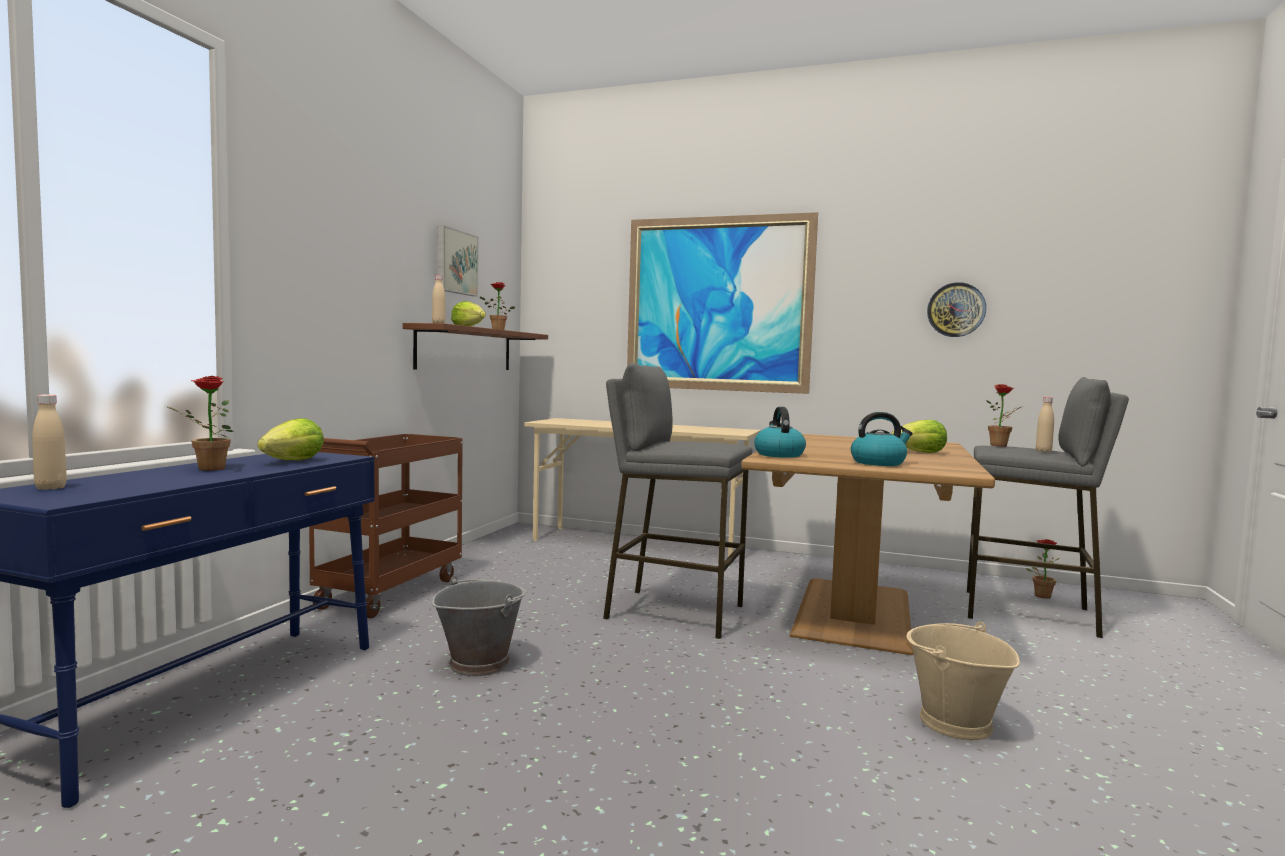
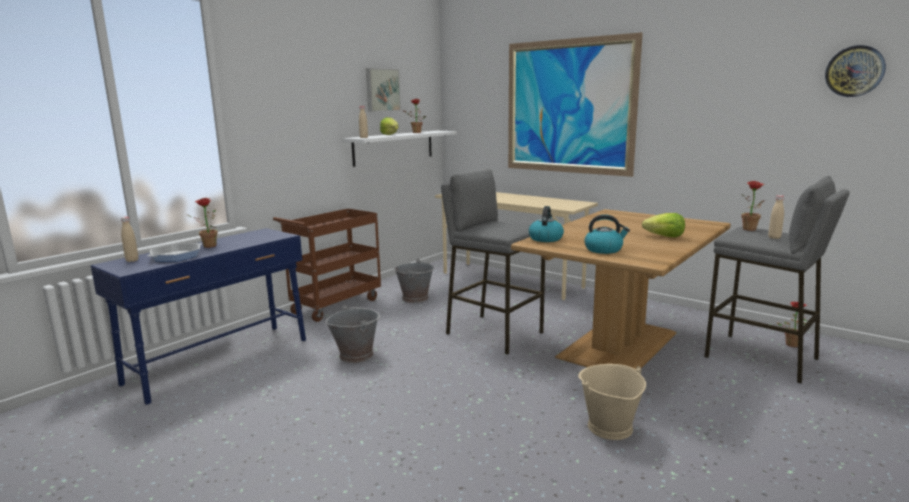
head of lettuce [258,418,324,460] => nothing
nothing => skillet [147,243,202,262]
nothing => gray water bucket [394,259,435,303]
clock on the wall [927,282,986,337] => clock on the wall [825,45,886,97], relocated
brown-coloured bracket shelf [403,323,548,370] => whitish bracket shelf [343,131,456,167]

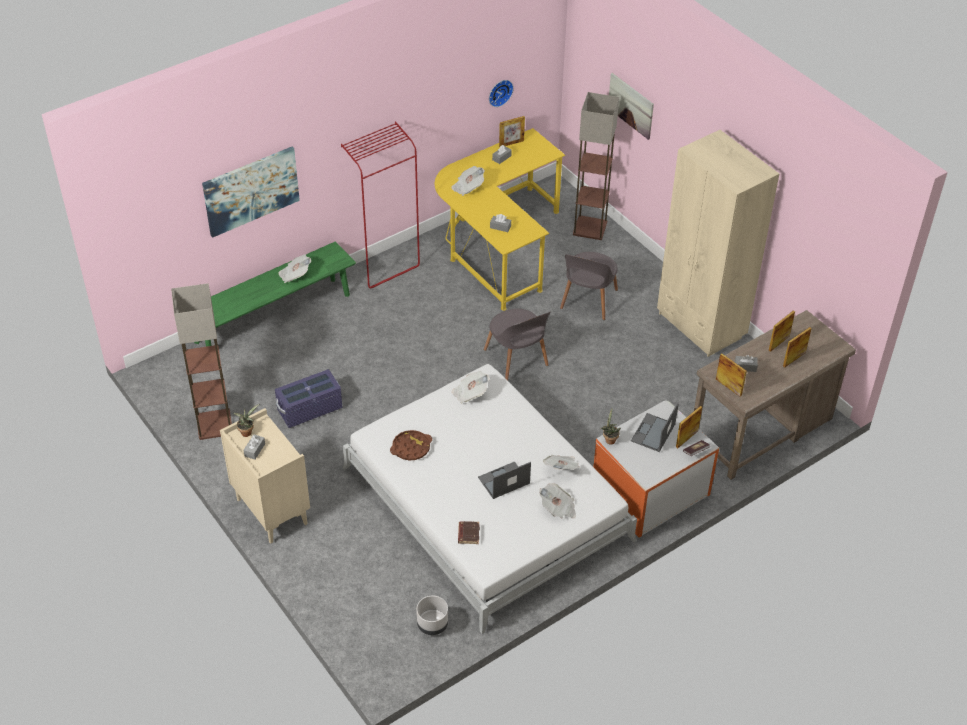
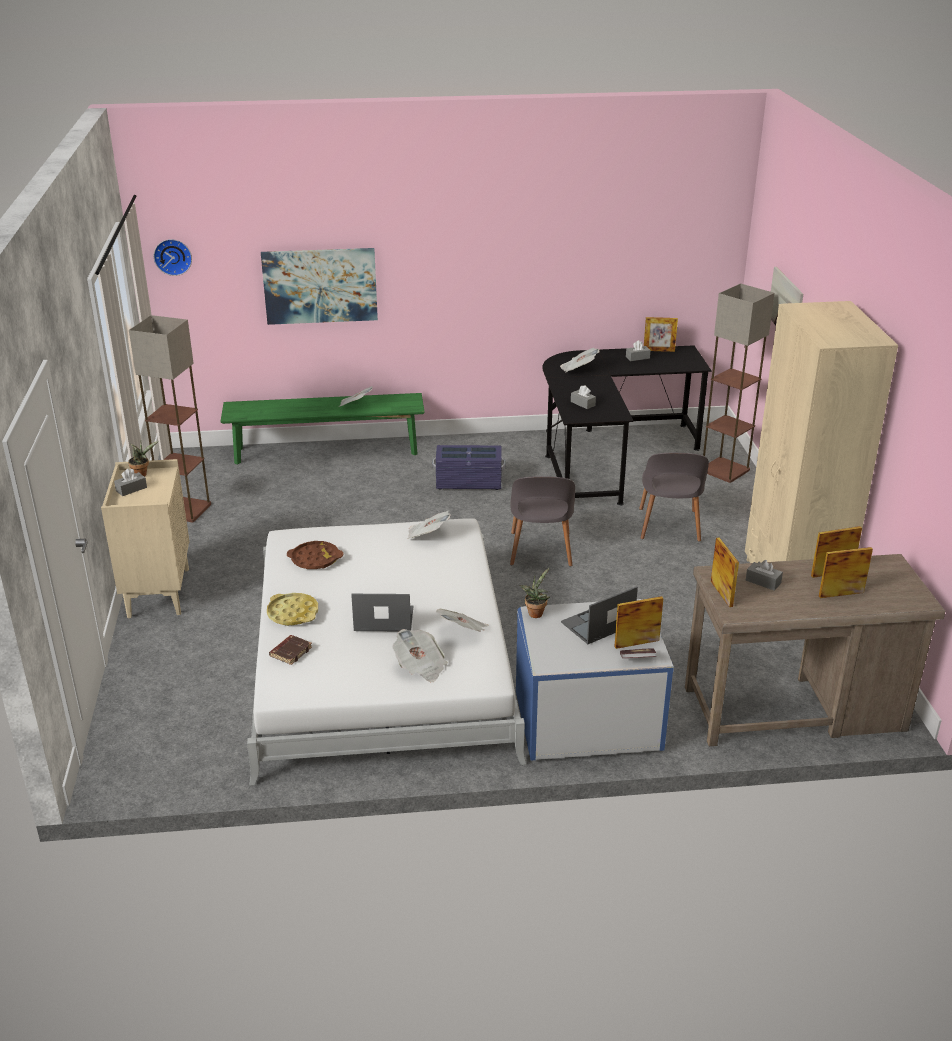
red-coloured clothes rack [341,121,420,289] => nothing
gray flower pot [416,596,448,635] => nothing
nothing => yellowish tray [267,593,318,626]
purple storage bin [275,369,342,428] => purple storage bin [432,445,506,490], relocated
clock on the wall [489,80,514,107] => clock on the wall [154,239,192,276], relocated
yellowish desk unit [435,128,565,311] => black-coloured desk unit [542,345,712,506]
orangey bedside table [593,401,719,538] => blue-coloured bedside table [516,599,674,761]
gray chair [560,252,618,320] => gray chair [639,453,709,542], 45 degrees counterclockwise

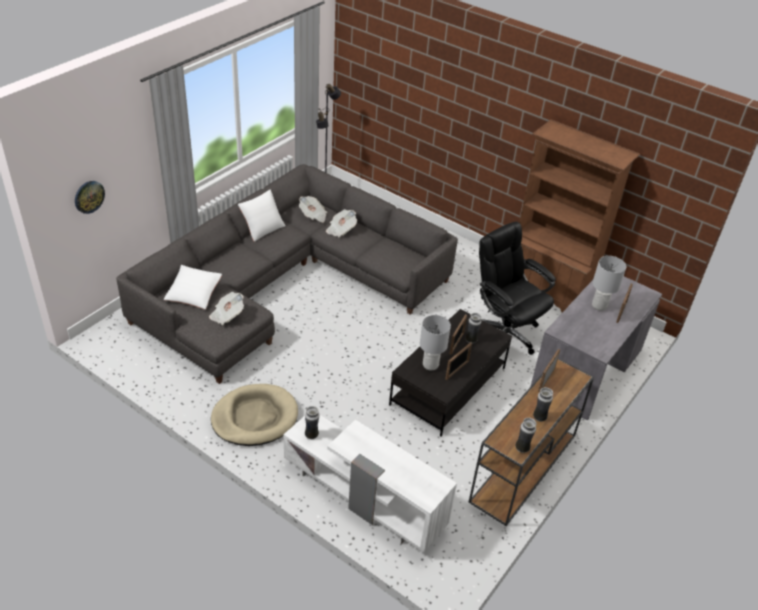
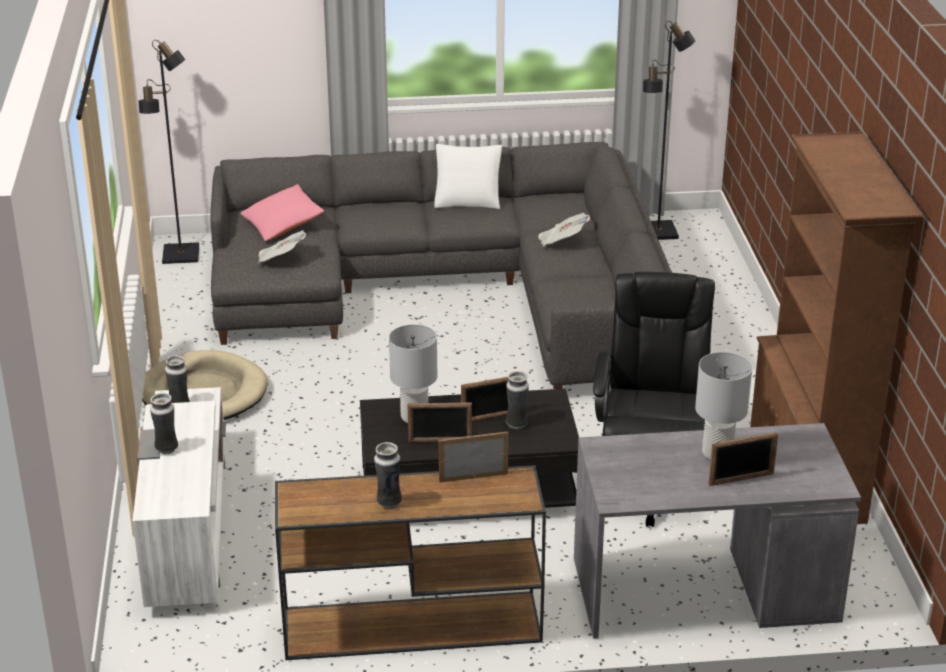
clock on the wall [75,181,105,214] => nothing
printed paper [299,196,327,223] => nothing
nothing => black-coloured standard lamp [138,40,199,264]
vase [515,418,537,453] => vase [150,393,178,454], relocated
whitish throw pillow [163,265,222,310] => pink-coloured throw pillow [240,184,324,241]

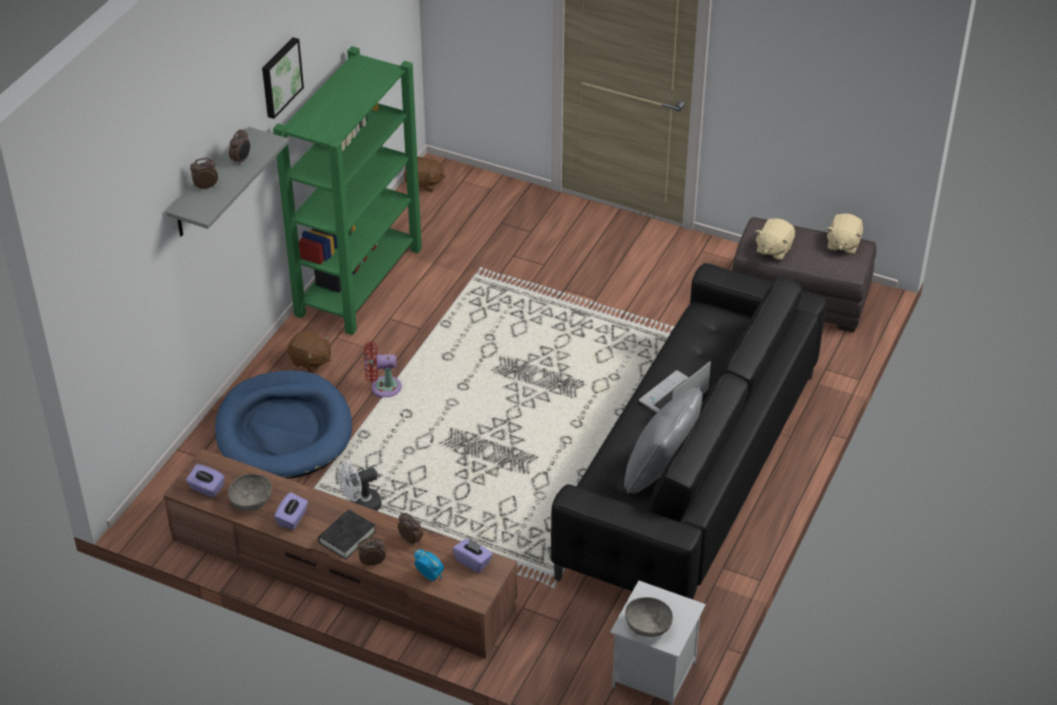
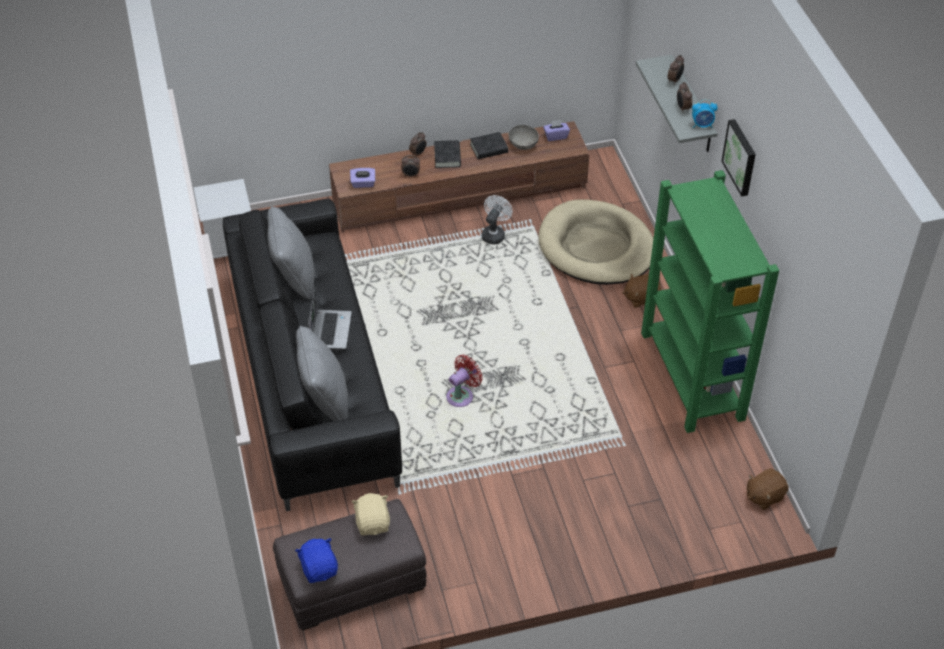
gray serving bowl [625,597,673,637] => nothing
nothing => gray throw pillow [296,326,348,421]
red-coloured electric fan [364,342,402,398] => red-coloured electric fan [446,355,483,407], relocated
alarm clock [414,549,444,581] => alarm clock [692,99,718,128], relocated
purple tissue box [274,492,308,530] => black-coloured book [470,132,508,159]
blue-coloured dog cushion [215,371,352,479] => beige dog cushion [538,200,654,285]
beige soft toy [826,213,863,255] => blue-coloured soft toy [295,538,338,583]

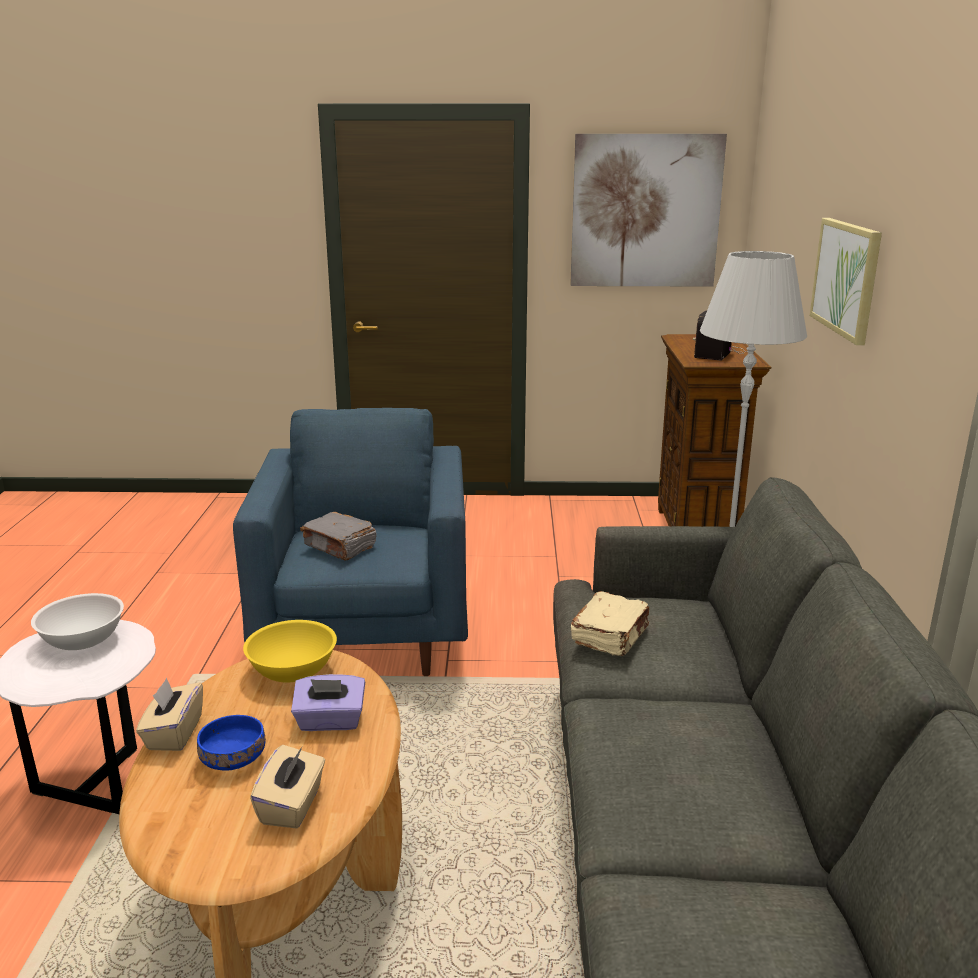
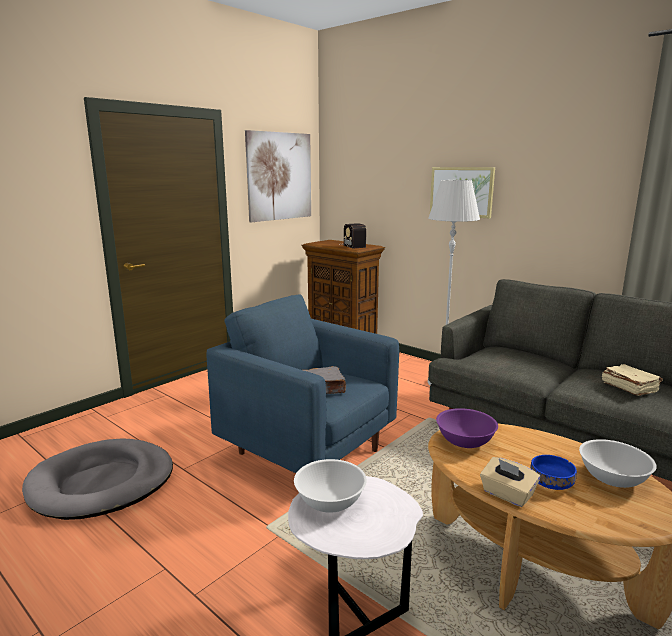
purple tissue box [291,674,365,731] => nothing
nothing => gray dog cushion [22,438,173,520]
beige book [571,591,649,656] => beige book [602,364,663,396], relocated
beige tissue box [250,745,325,828] => whitish serving bowl [579,439,657,488]
yellowish serving bowl [243,620,337,683] => purple serving bowl [436,408,498,448]

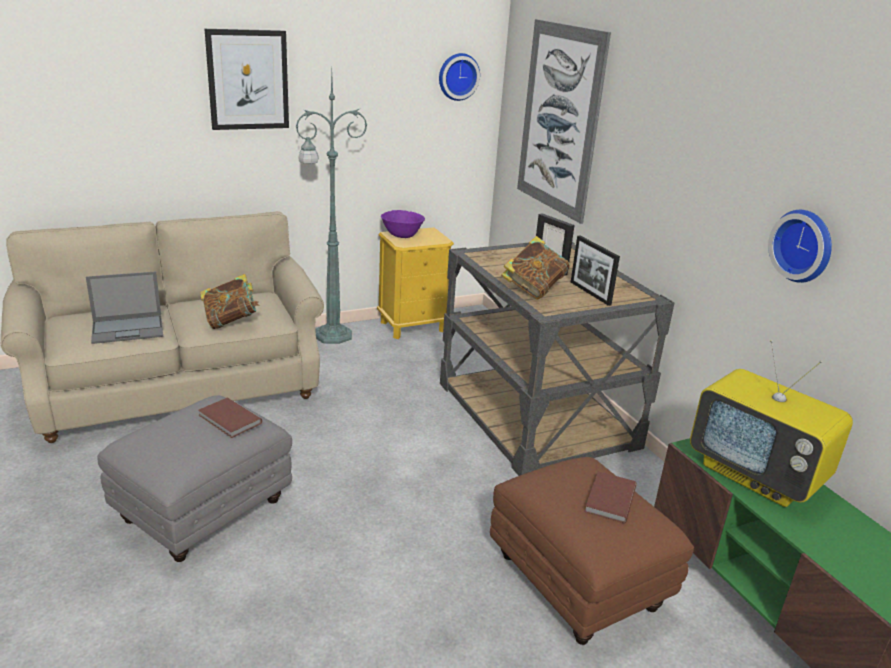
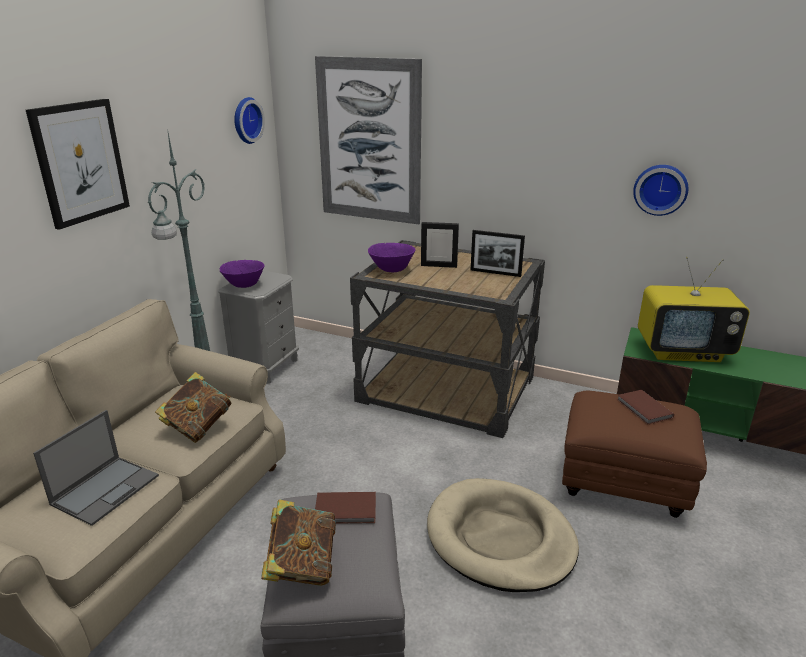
nothing => purple serving bowl [368,243,416,272]
nothing => beige dog cushion [427,478,579,592]
book [501,236,570,300] => book [261,499,336,585], relocated
yellowish bedside table [377,227,454,339] => gray bedside table [218,271,299,384]

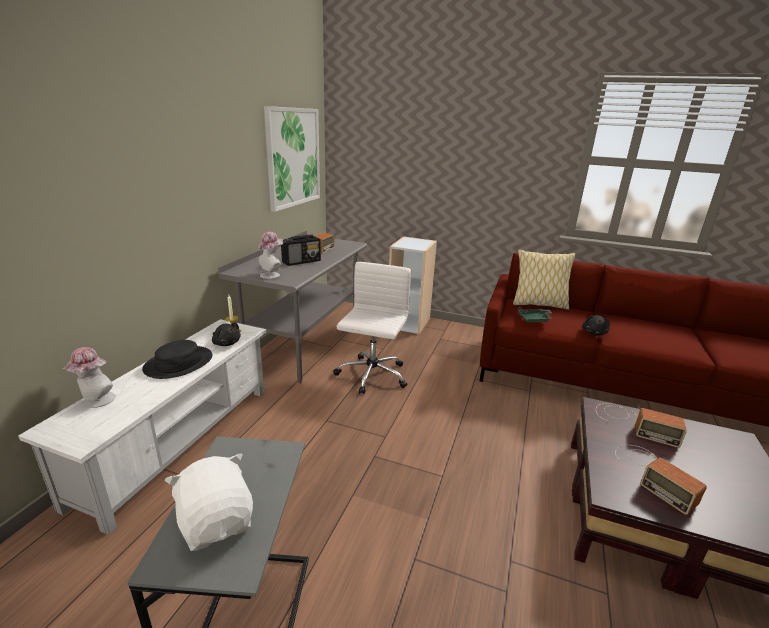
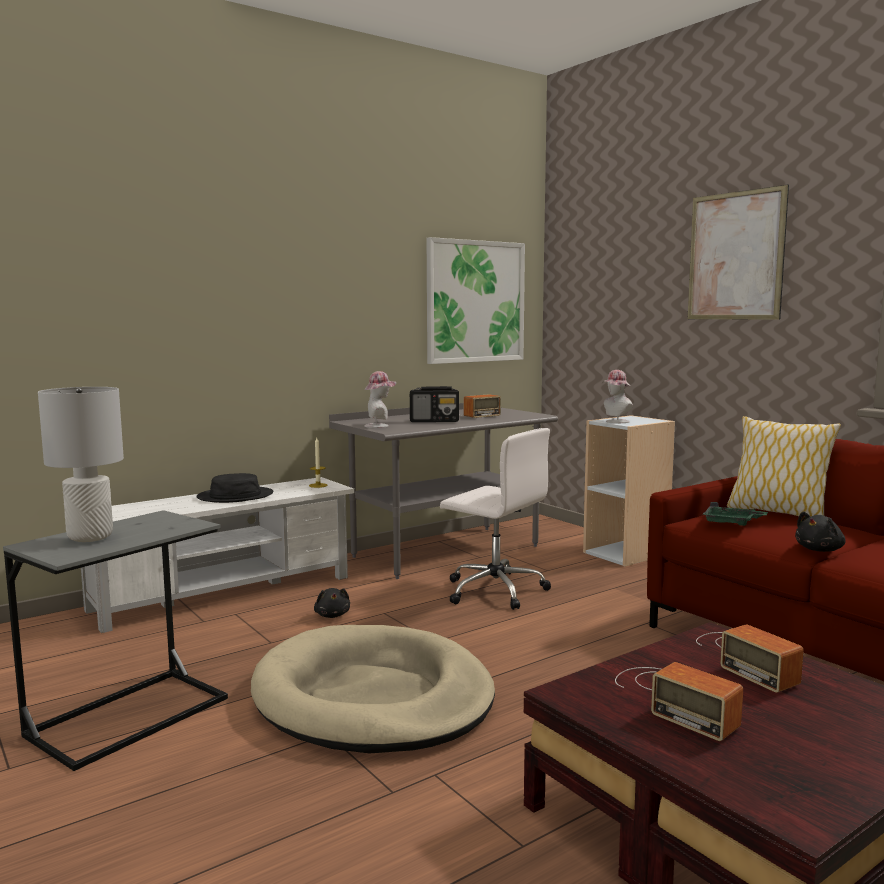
nothing => beige dog cushion [251,625,495,753]
nothing => wall picture [688,185,789,320]
clothing hat [63,347,115,408] => clothing hat [602,370,633,423], relocated
black-coloured soft toy [212,322,241,346] => black-coloured soft toy [314,588,350,618], relocated
whitish soft toy [165,453,253,551] => gray lamp for a table [38,387,124,542]
whitish computer chair [333,262,411,394] => whitish computer chair [440,428,551,610], 75 degrees clockwise
radio [615,445,707,515] => radio [615,662,743,741], 45 degrees counterclockwise

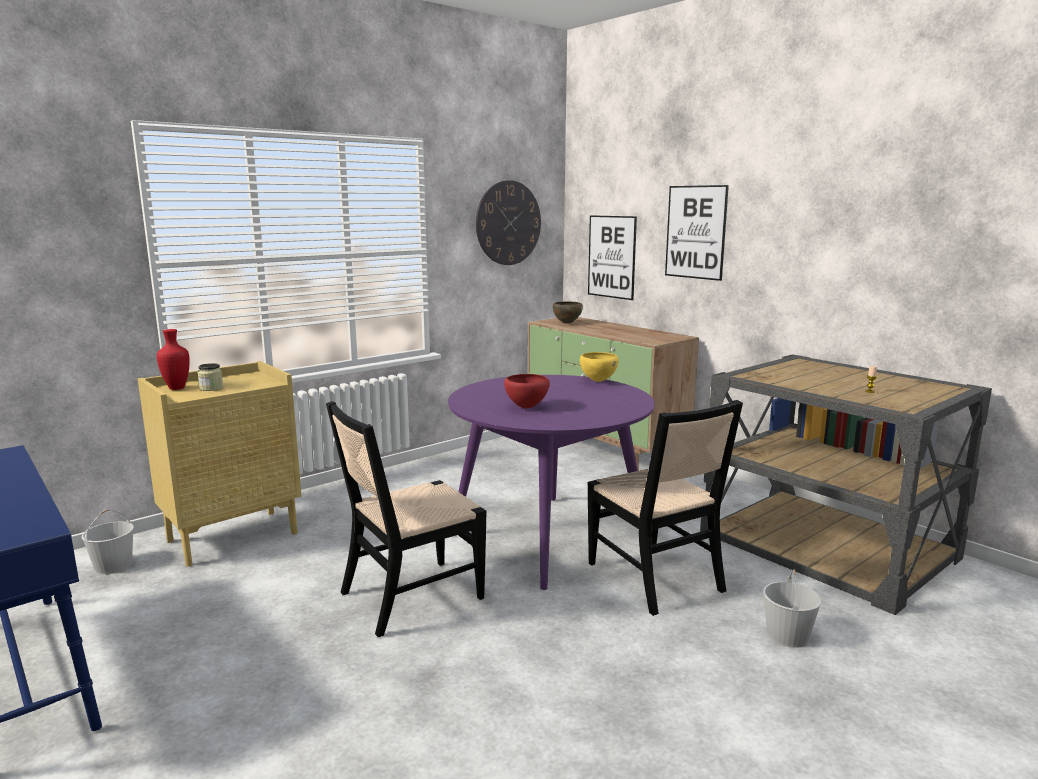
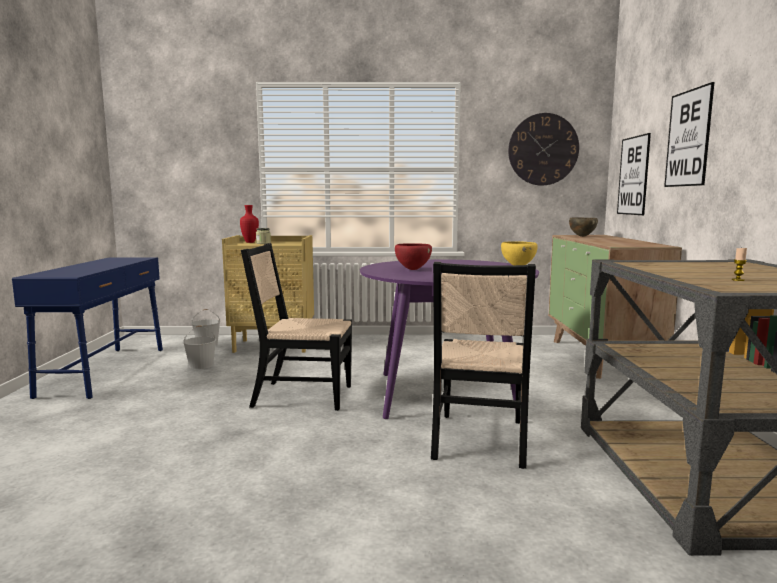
whitish water bucket [763,569,822,648] => whitish water bucket [183,325,216,369], relocated

